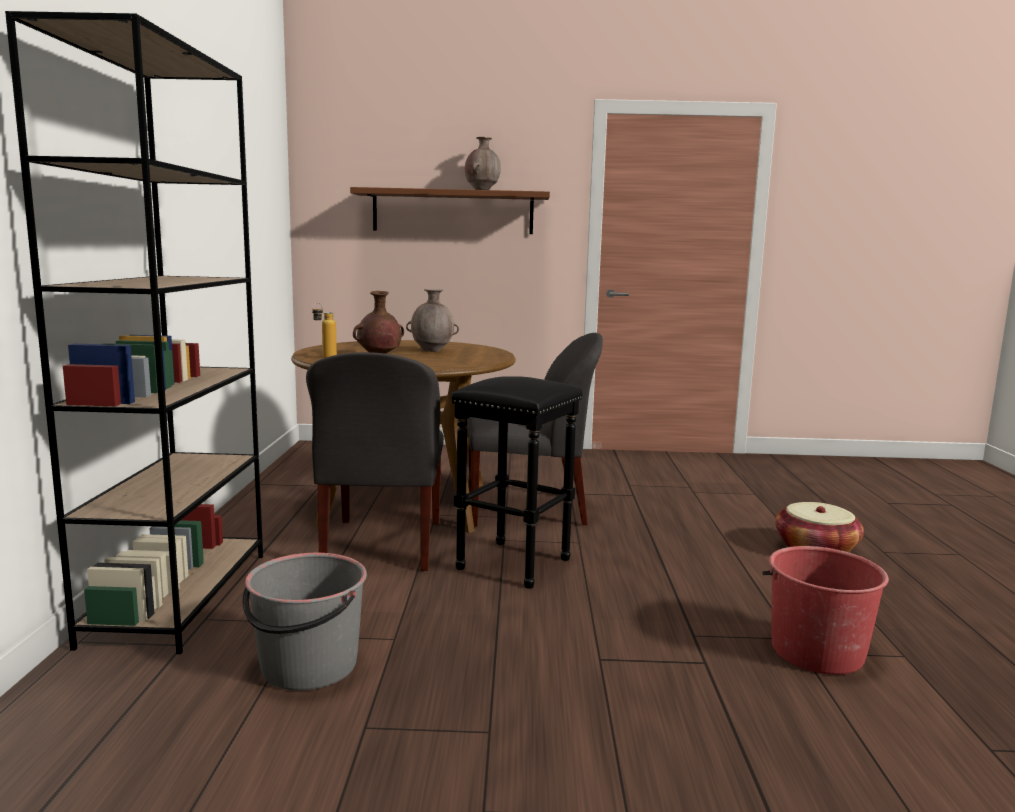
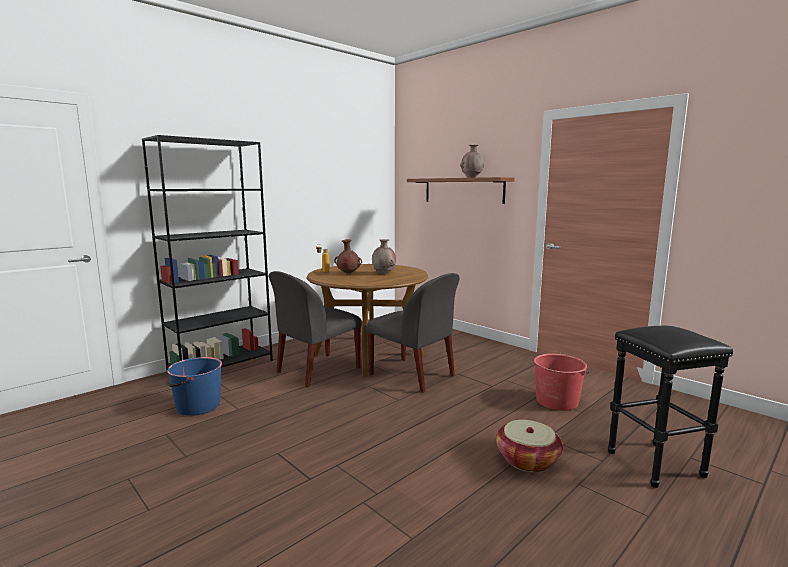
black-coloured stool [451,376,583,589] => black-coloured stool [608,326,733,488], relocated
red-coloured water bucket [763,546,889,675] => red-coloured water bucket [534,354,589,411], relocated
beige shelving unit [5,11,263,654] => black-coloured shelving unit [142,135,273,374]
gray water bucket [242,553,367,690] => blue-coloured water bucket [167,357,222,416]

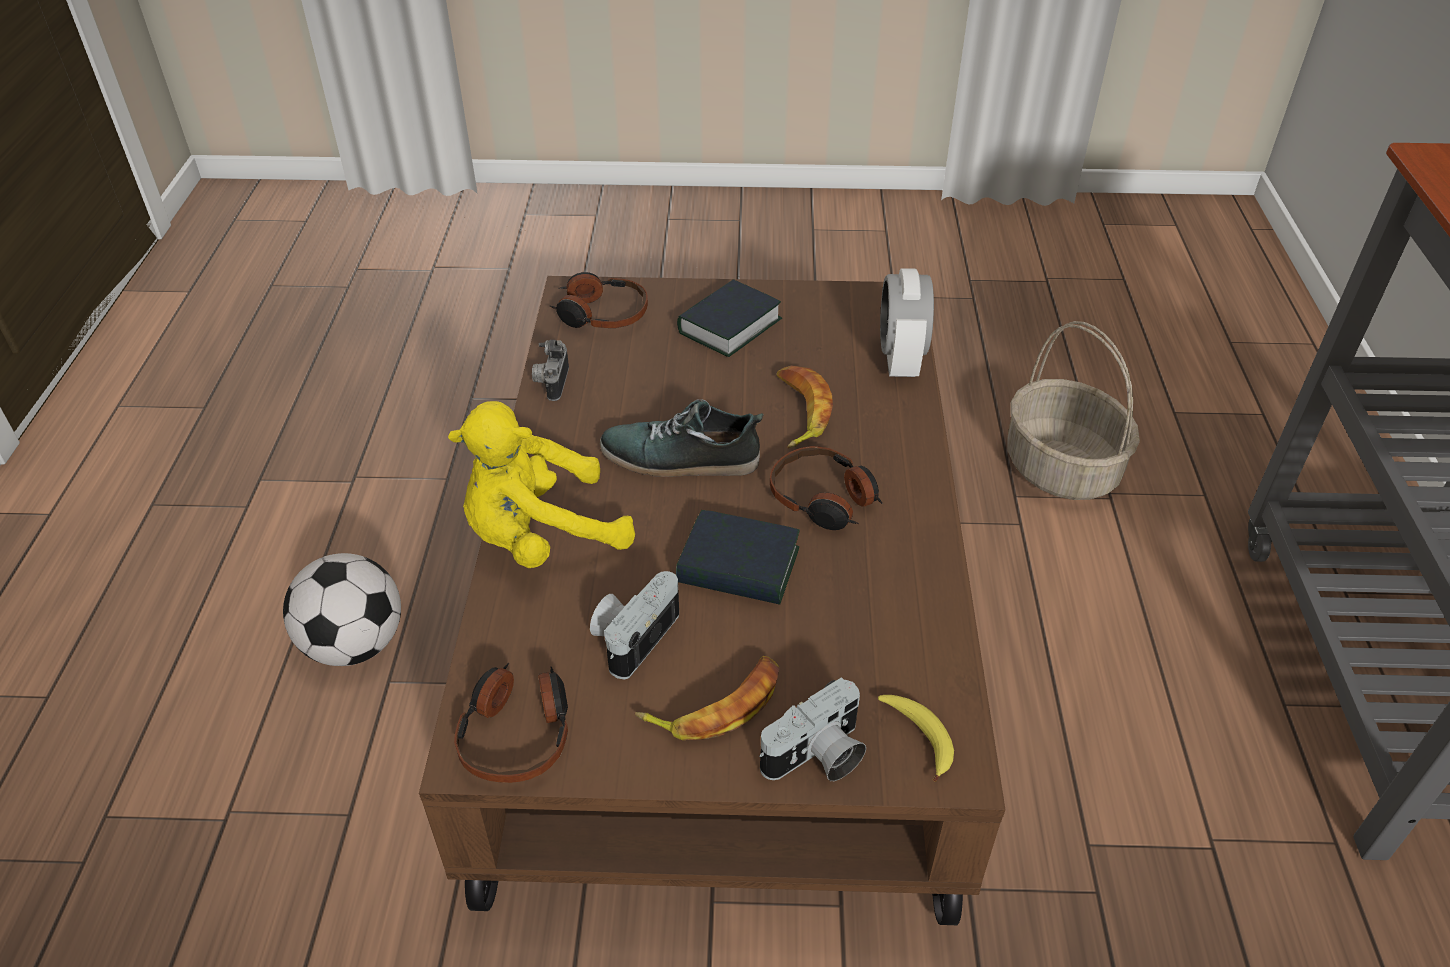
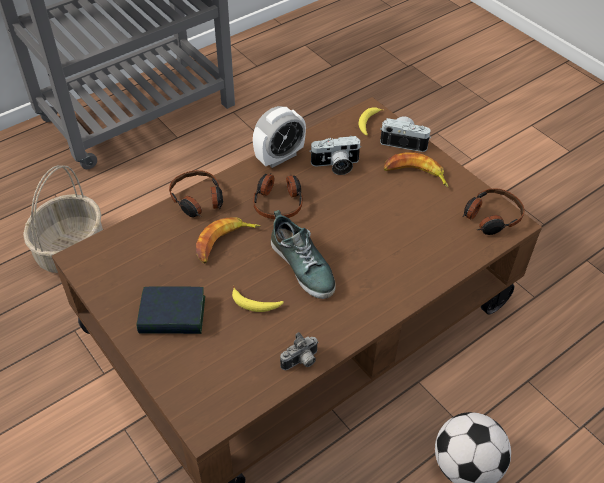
yellowish soft toy [448,401,635,568] => nothing
book [676,510,800,605] => nothing
nothing => whole banana [232,286,284,312]
headphones [550,272,648,328] => headphones [169,170,223,218], relocated
photo camera [590,571,679,680] => photo camera [309,136,362,175], relocated
alarm clock [880,268,934,377] => alarm clock [253,106,306,168], relocated

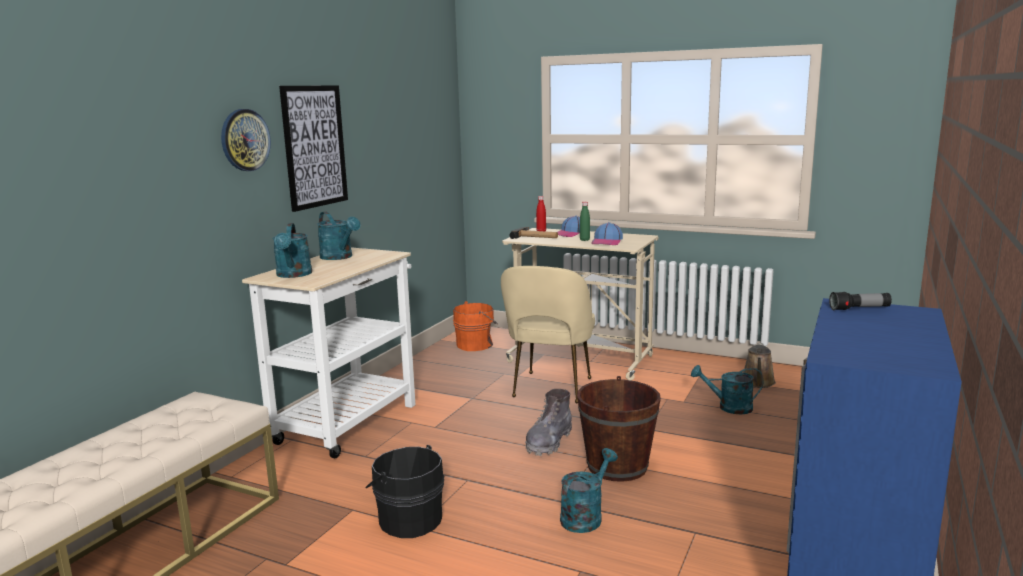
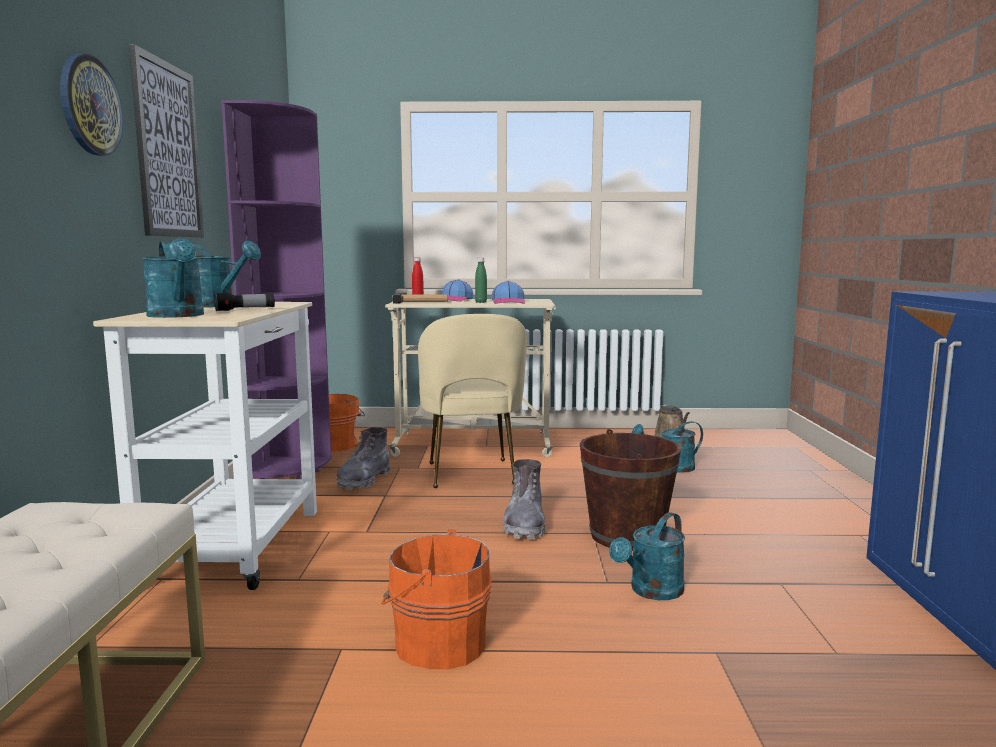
nothing => purple shelving unit [221,100,331,479]
nothing => gray high-top boot [337,427,391,490]
torch [829,292,892,310] => torch [214,292,275,311], relocated
black-coloured water bucket [366,445,444,538] => orangey water bucket [381,529,492,669]
turquoise sprinkling can [560,448,618,533] => turquoise sprinkling can [609,512,685,600], 150 degrees counterclockwise

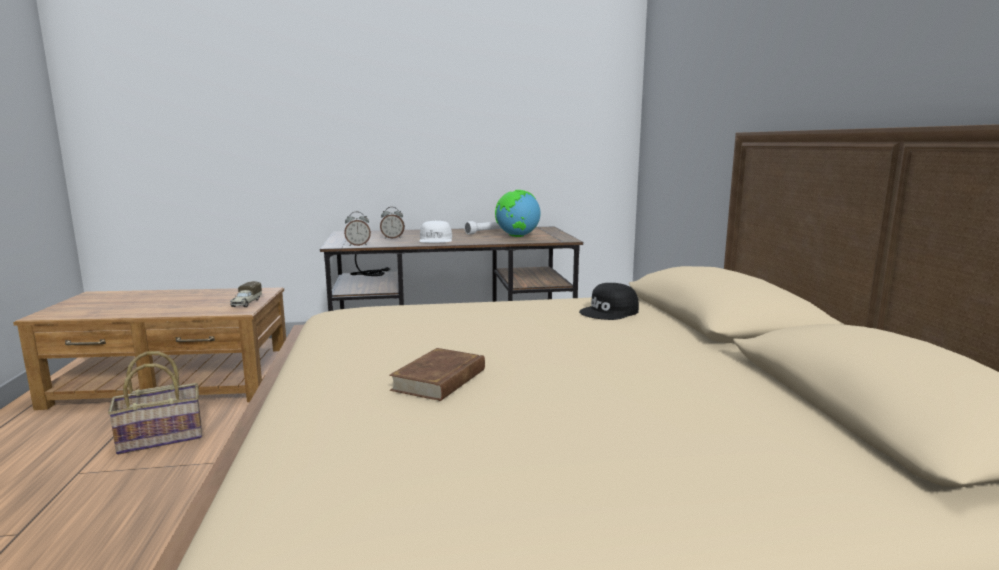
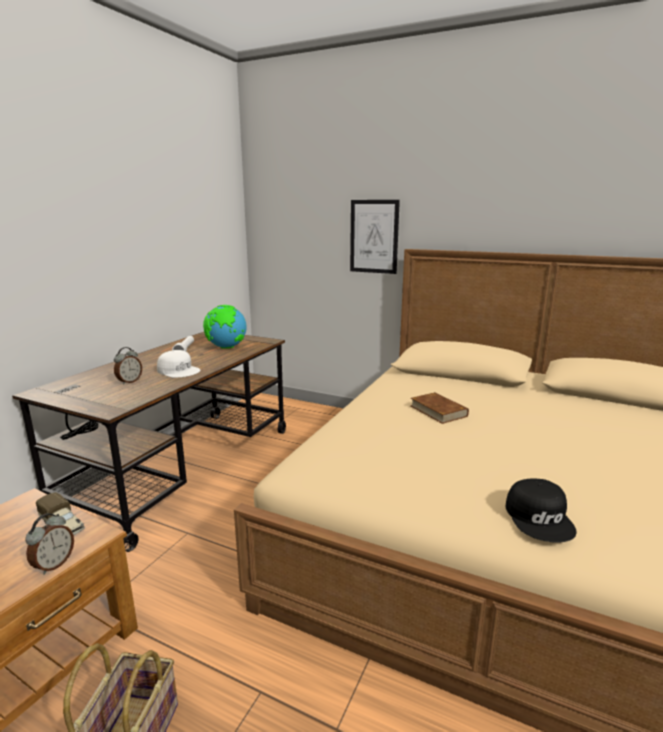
nothing => wall picture [350,200,400,274]
alarm clock [344,211,371,246] => alarm clock [25,513,74,575], relocated
brown-coloured book [389,348,485,401] => brown-coloured book [411,392,469,424], relocated
black-coloured baseball cap [579,283,639,320] => black-coloured baseball cap [506,478,576,543], relocated

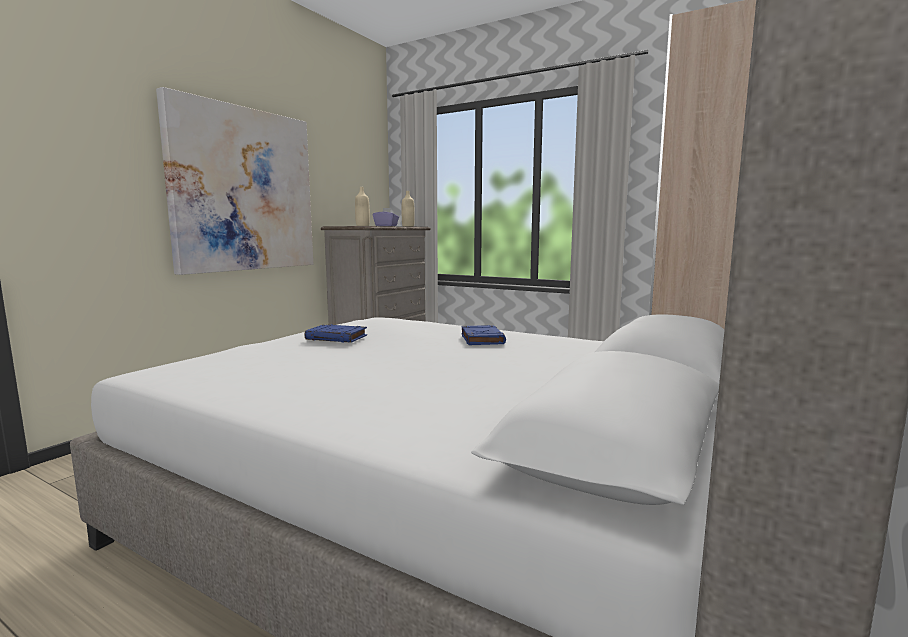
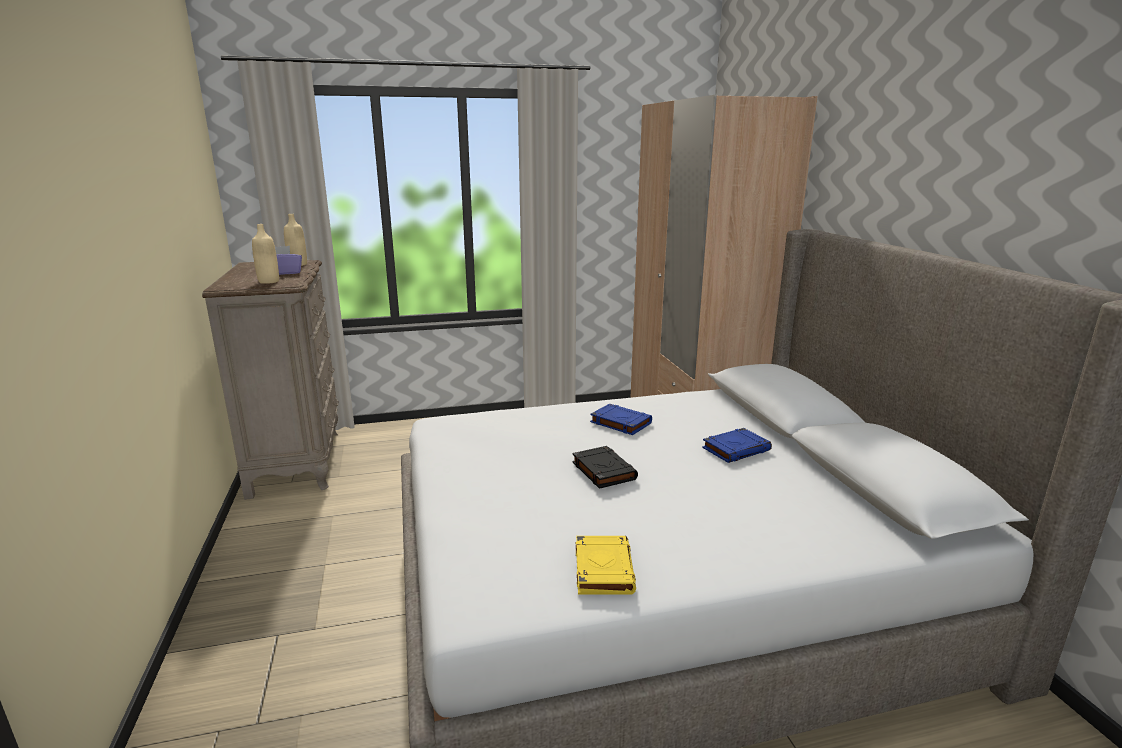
wall picture [156,87,313,275] => nothing
nothing => black-coloured book [572,446,638,489]
nothing => yellowish book [576,536,636,594]
blue-coloured book [304,324,367,343] => blue-coloured book [702,428,772,463], relocated

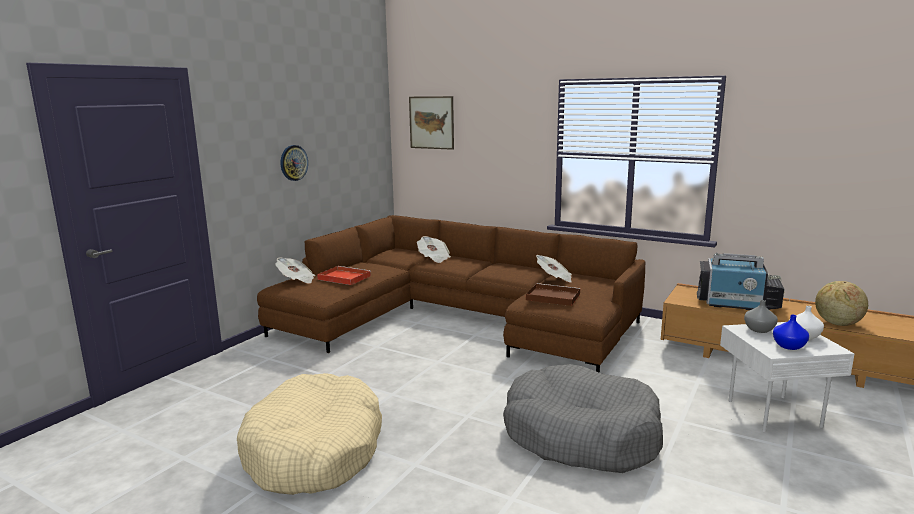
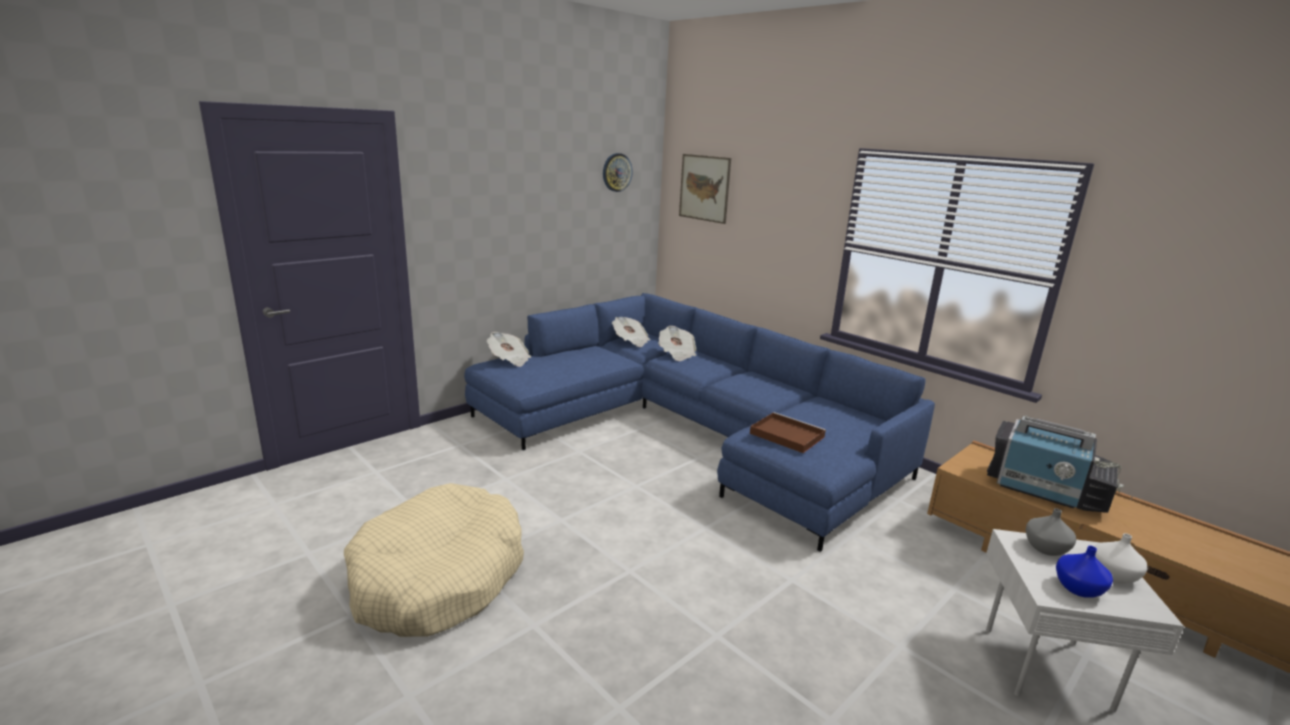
red-coloured tray [317,266,371,285] => nothing
gray dog cushion [503,364,663,473] => nothing
desk globe [815,281,868,326] => nothing
clock on the wall [281,145,308,181] => clock on the wall [603,153,633,192], relocated
printed paper [536,255,572,283] => printed paper [612,317,650,347], relocated
brown-coloured settee [257,215,645,373] => blue-coloured settee [464,293,935,552]

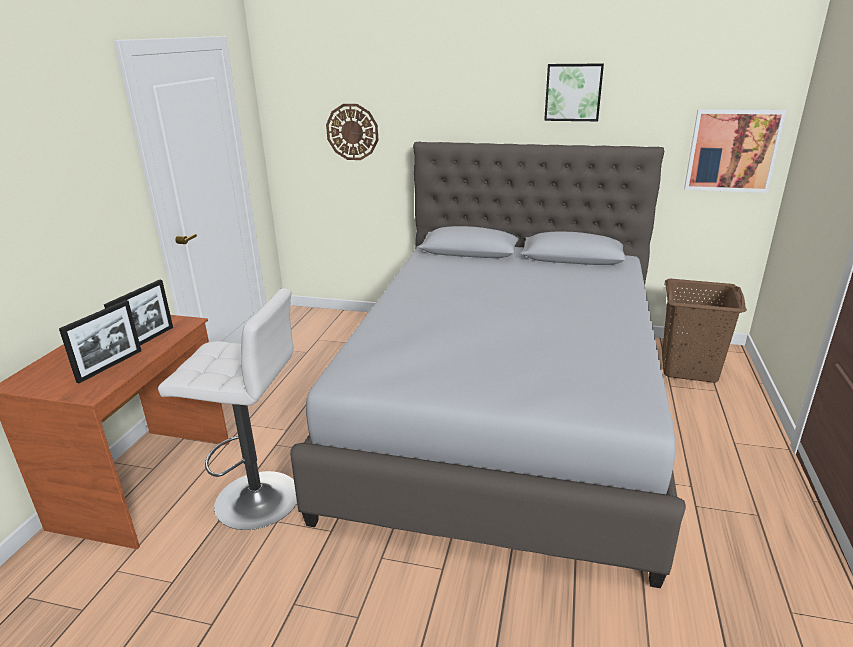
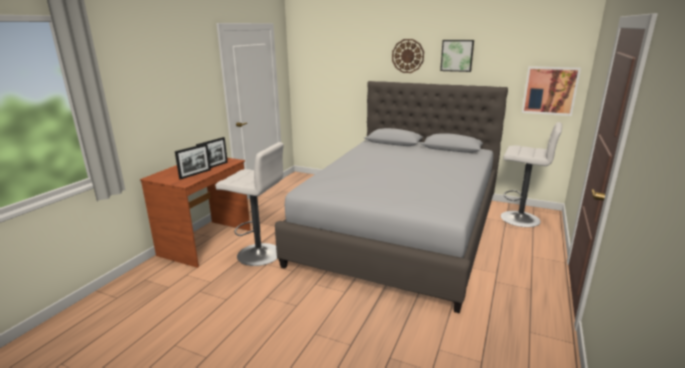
clock on the wall [326,104,378,160] => clock on the wall [392,39,424,73], relocated
brown-coloured washing basket [662,279,747,383] => whitish stool [501,122,562,227]

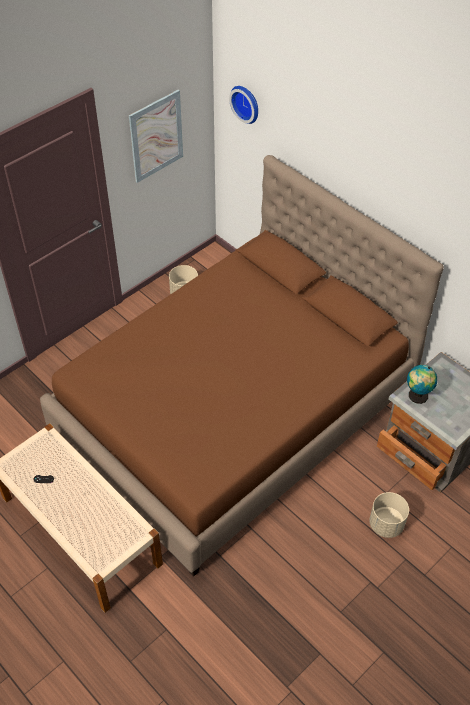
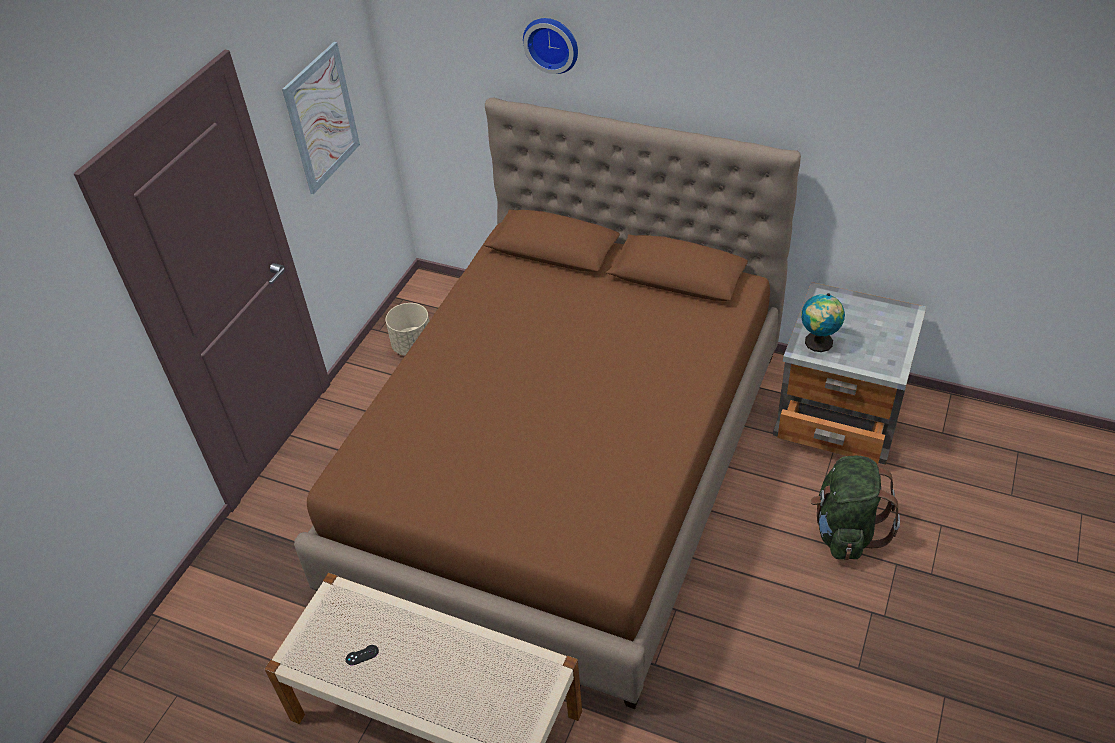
clock on the wall [229,86,258,124] => clock on the wall [523,18,578,74], relocated
beige flower pot [369,492,409,538] => green-coloured knapsack [811,456,900,560]

